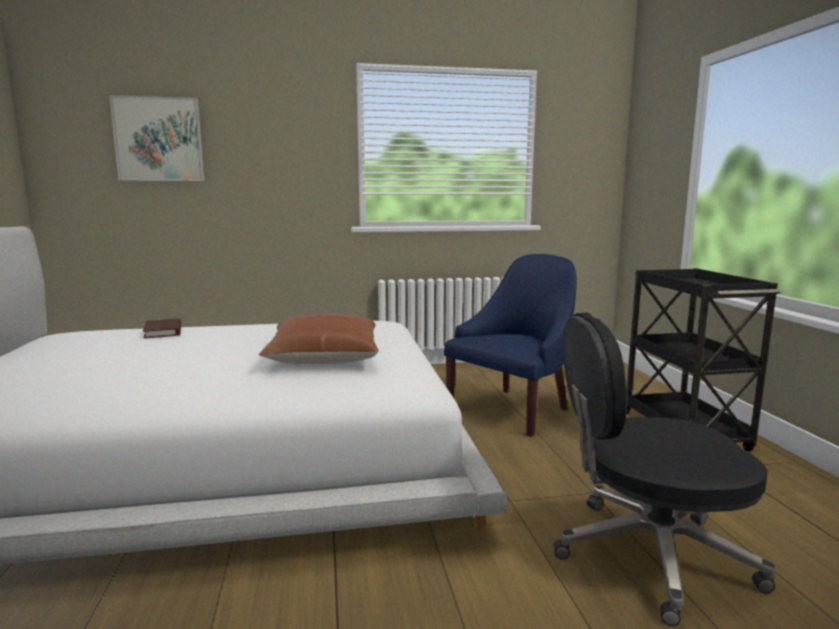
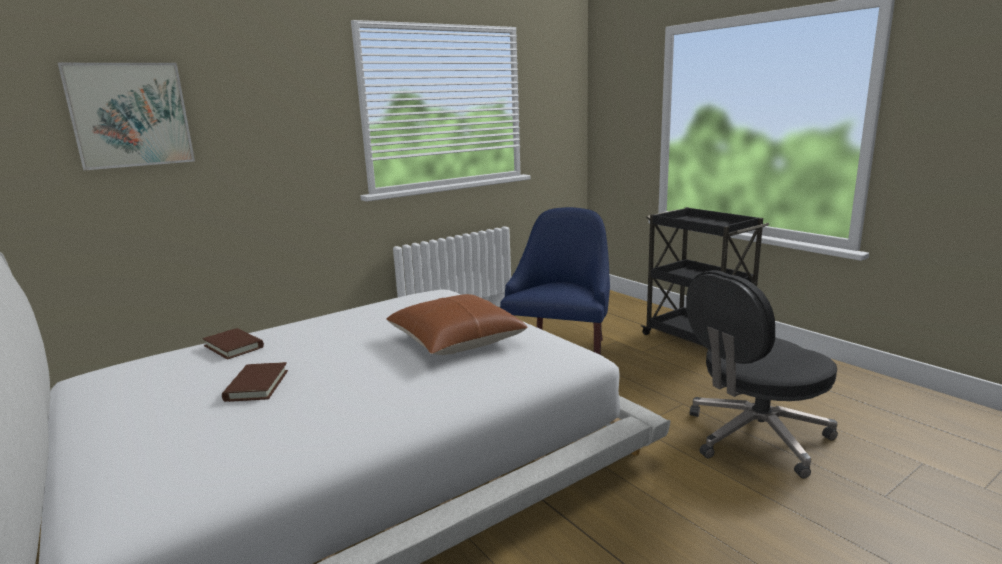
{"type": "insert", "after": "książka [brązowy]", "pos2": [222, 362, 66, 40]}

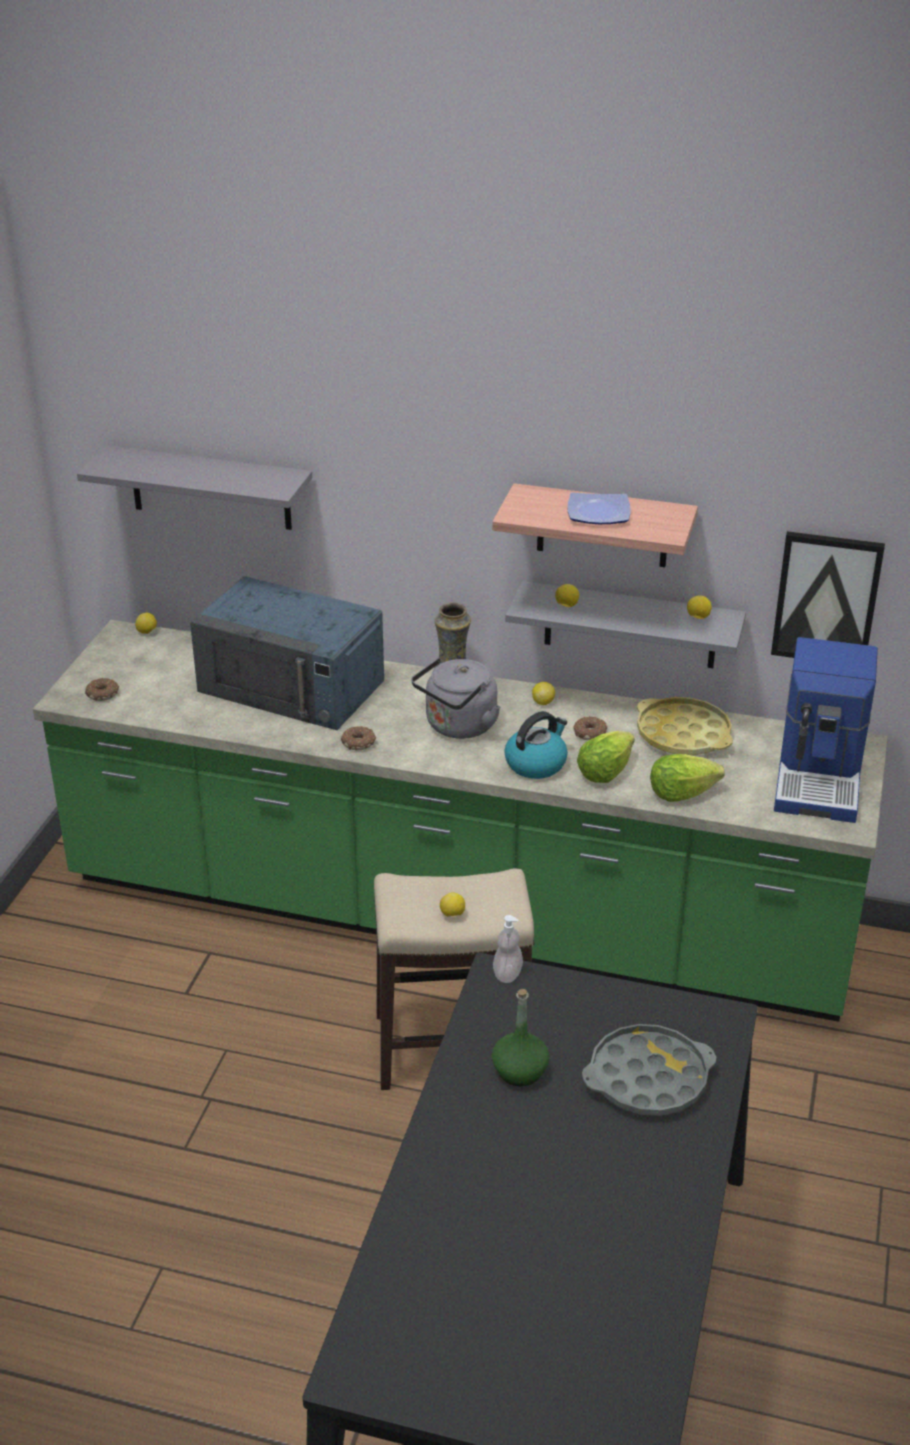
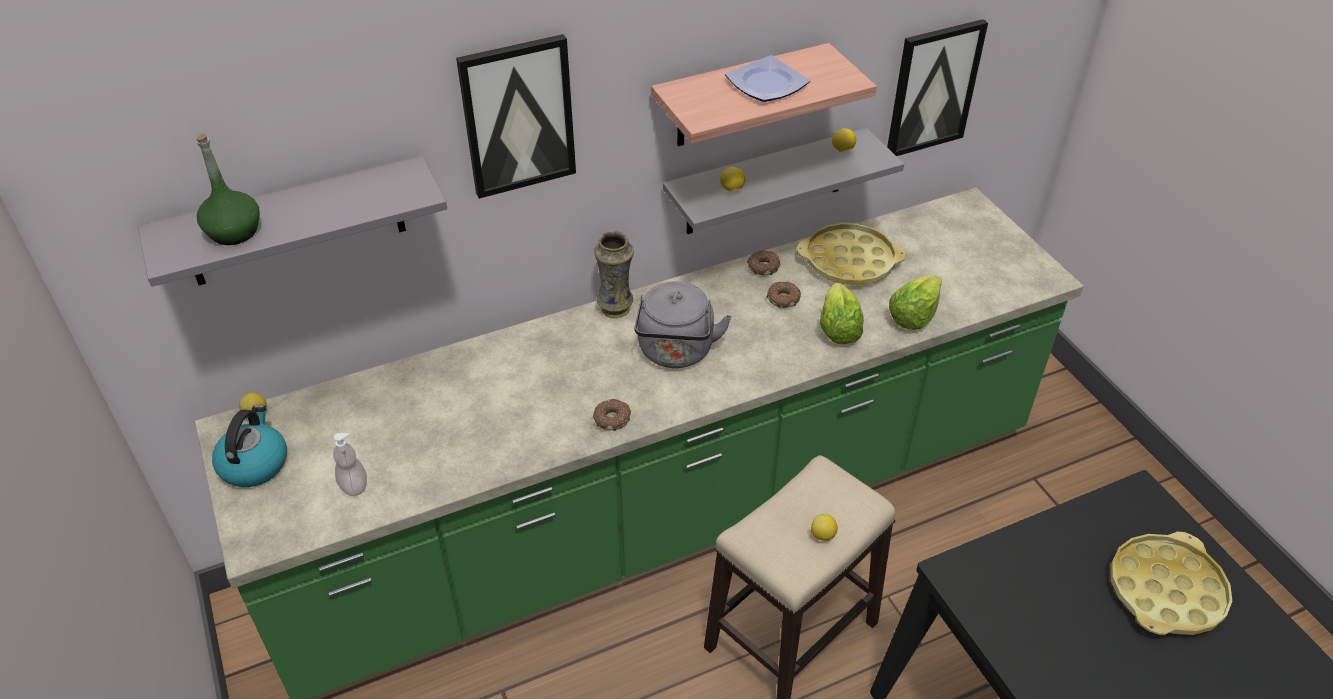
{"type": "move", "before": "donut", "pos1": [85, 678, 34, 23], "pos2": [747, 250, 33, 26]}
{"type": "delete", "before": "mikrofalówka [niebieski]", "pos1": [190, 576, 194, 154]}
{"type": "move", "before": "butelka [zielony]", "pos1": [492, 989, 57, 97], "pos2": [196, 134, 64, 111]}
{"type": "move", "before": "dozownik mydła", "pos1": [493, 915, 30, 68], "pos2": [333, 433, 34, 63]}
{"type": "move", "before": "czajnik", "pos1": [504, 711, 64, 68], "pos2": [212, 405, 75, 82]}
{"type": "delete", "before": "cytryna", "pos1": [532, 682, 23, 23]}
{"type": "recolor", "before": "taca [szary]", "after": "taca [żółty]", "pos1": [582, 1024, 134, 92], "pos2": [1110, 532, 122, 103]}
{"type": "delete", "before": "ekspres do kawy", "pos1": [774, 637, 104, 186]}
{"type": "insert", "after": "obraz", "pos2": [456, 34, 120, 165]}

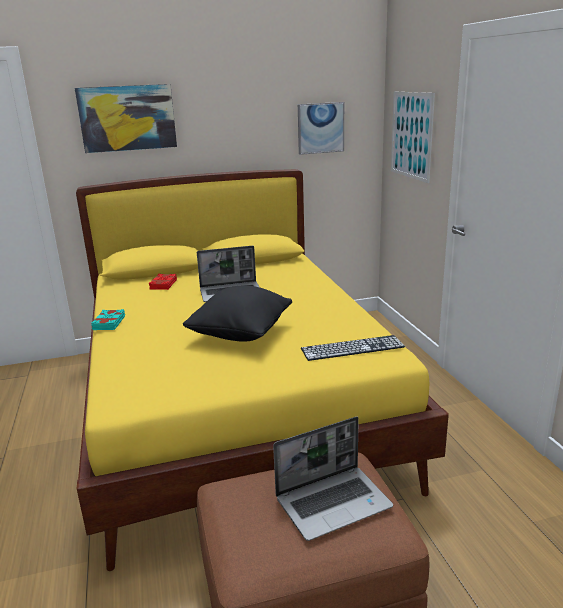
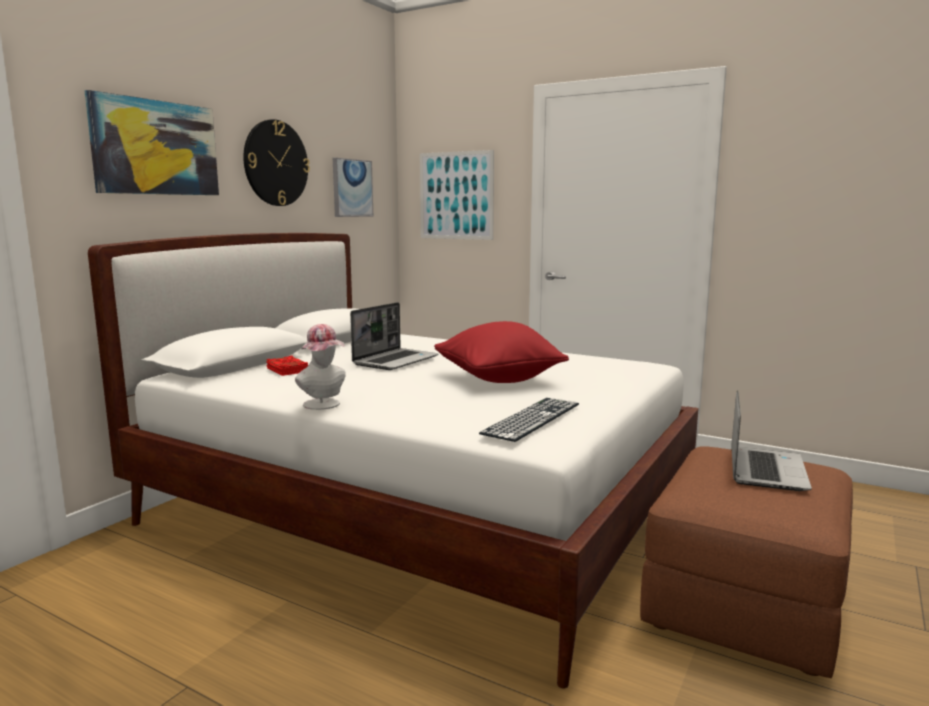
{"type": "recolor", "before": "łóżko [żółty]", "after": "łóżko [biały]", "pos1": [76, 169, 373, 402], "pos2": [88, 233, 611, 456]}
{"type": "replace", "before": "książka [turkusowy]", "after": "kapelusz", "pos1": [91, 309, 34, 21], "pos2": [295, 324, 51, 86]}
{"type": "recolor", "before": "poduszka [czarny]", "after": "poduszka [czerwony]", "pos1": [183, 286, 109, 56], "pos2": [434, 321, 135, 62]}
{"type": "move", "before": "klawiatura", "pos1": [301, 335, 104, 26], "pos2": [479, 398, 100, 44]}
{"type": "insert", "after": "zegar ścienny", "pos2": [243, 119, 67, 87]}

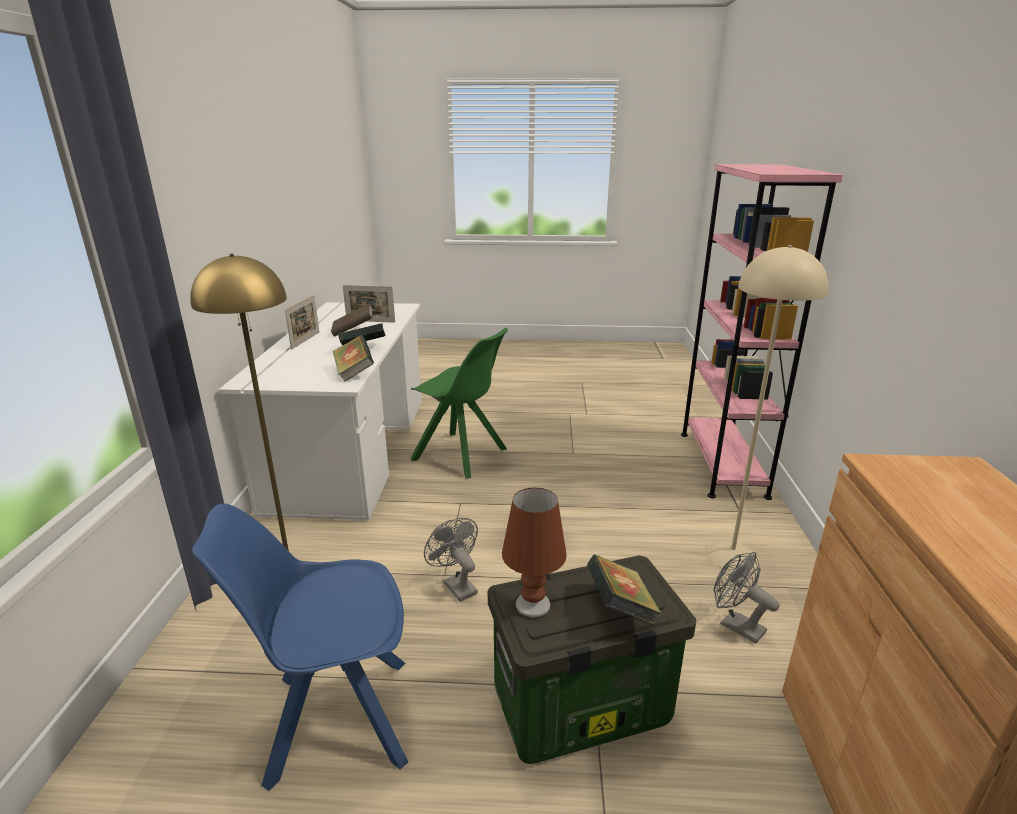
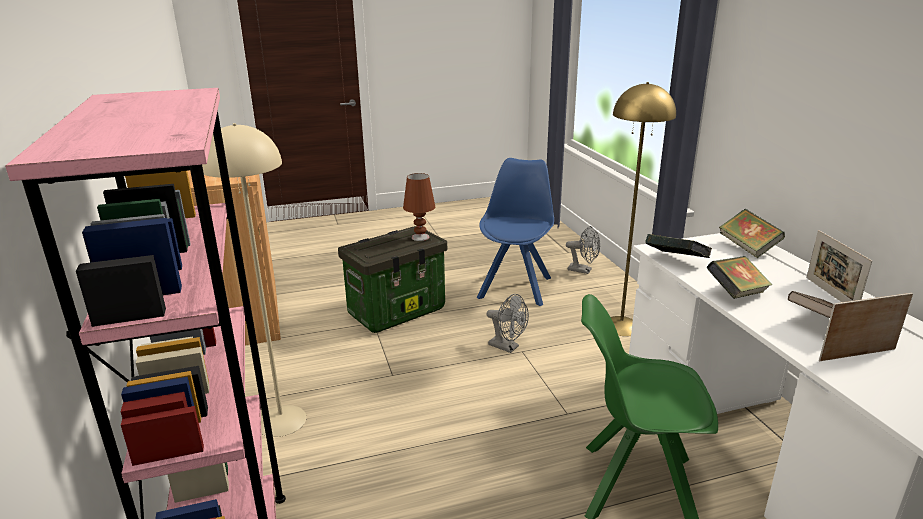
{"type": "rotate", "before": "krzesło [niebieski]", "pos1": [192, 504, 216, 287], "pos2": [477, 158, 77, 148], "turn": -45}
{"type": "move", "before": "książka", "pos1": [587, 554, 75, 72], "pos2": [719, 209, 66, 49]}
{"type": "move", "before": "wentylator [szary]", "pos1": [713, 552, 66, 92], "pos2": [566, 226, 34, 48]}

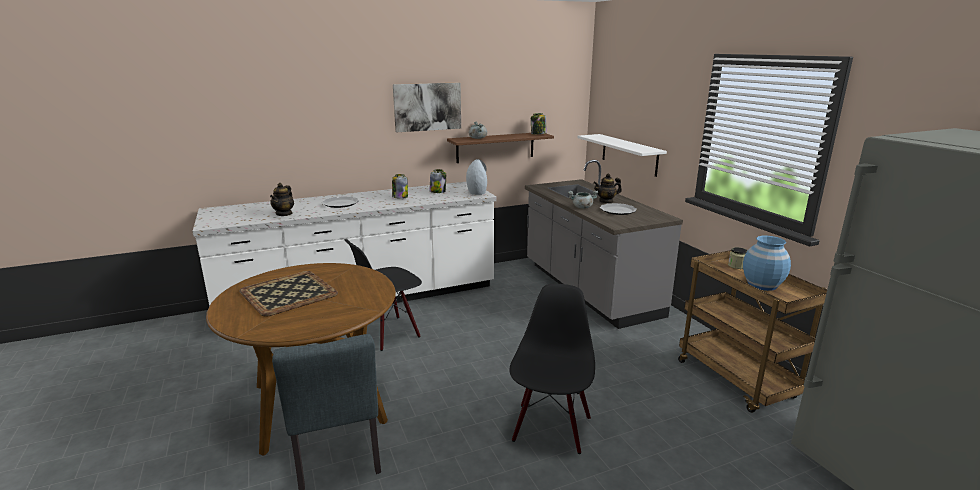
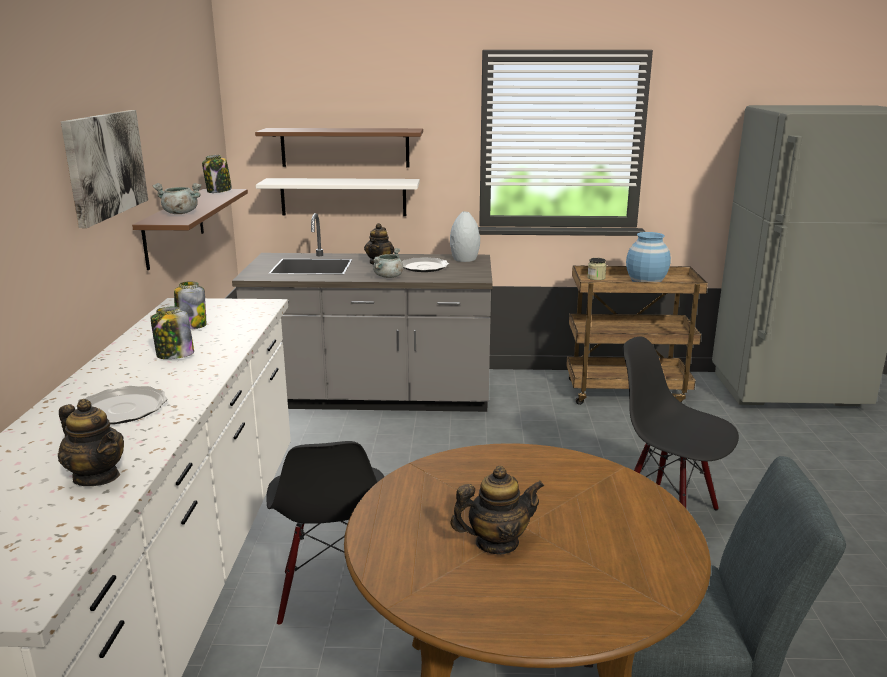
{"type": "replace", "before": "taca", "after": "imbryk", "pos1": [239, 271, 99, 46], "pos2": [450, 466, 94, 89]}
{"type": "move", "before": "wazon [szary]", "pos1": [466, 159, 21, 36], "pos2": [450, 211, 30, 51]}
{"type": "insert", "after": "półka [brązowy]", "pos2": [255, 128, 168, 39]}

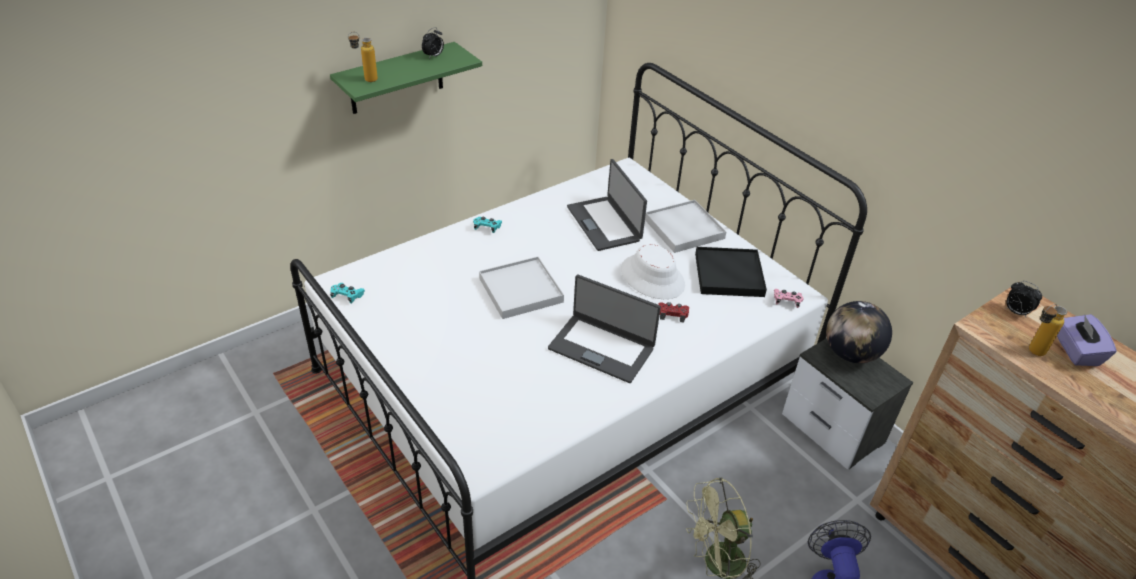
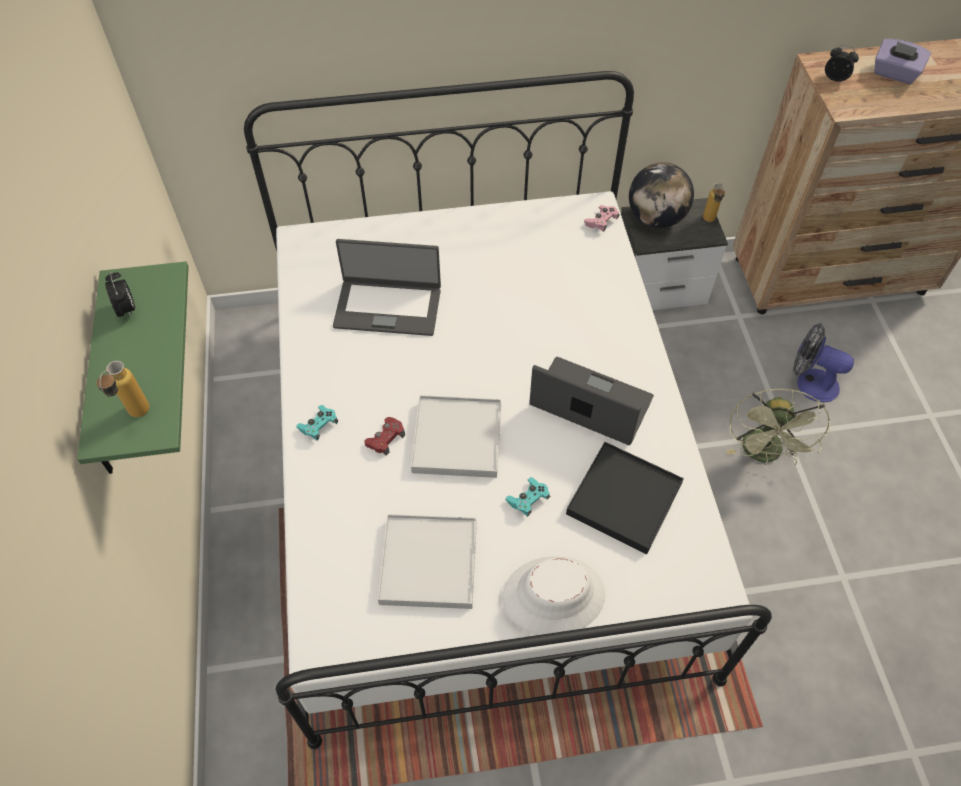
{"type": "move", "before": "pad do gier [turkusowy]", "pos1": [330, 283, 35, 20], "pos2": [506, 477, 44, 40]}
{"type": "rotate", "before": "laptop", "pos1": [548, 275, 113, 108], "pos2": [529, 357, 125, 88], "turn": -120}
{"type": "move", "before": "kapelusz [biały]", "pos1": [621, 244, 64, 55], "pos2": [502, 556, 103, 79]}
{"type": "move", "before": "taca [biały]", "pos1": [645, 200, 82, 53], "pos2": [378, 514, 99, 95]}
{"type": "move", "before": "pad do gier [czerwony]", "pos1": [658, 302, 31, 20], "pos2": [364, 417, 41, 39]}
{"type": "move", "before": "taca [czarny]", "pos1": [695, 247, 72, 50], "pos2": [566, 442, 118, 112]}
{"type": "rotate", "before": "budzik", "pos1": [1006, 281, 36, 36], "pos2": [825, 45, 34, 37], "turn": -135}
{"type": "move", "before": "butelka", "pos1": [1029, 304, 38, 52], "pos2": [703, 183, 22, 39]}

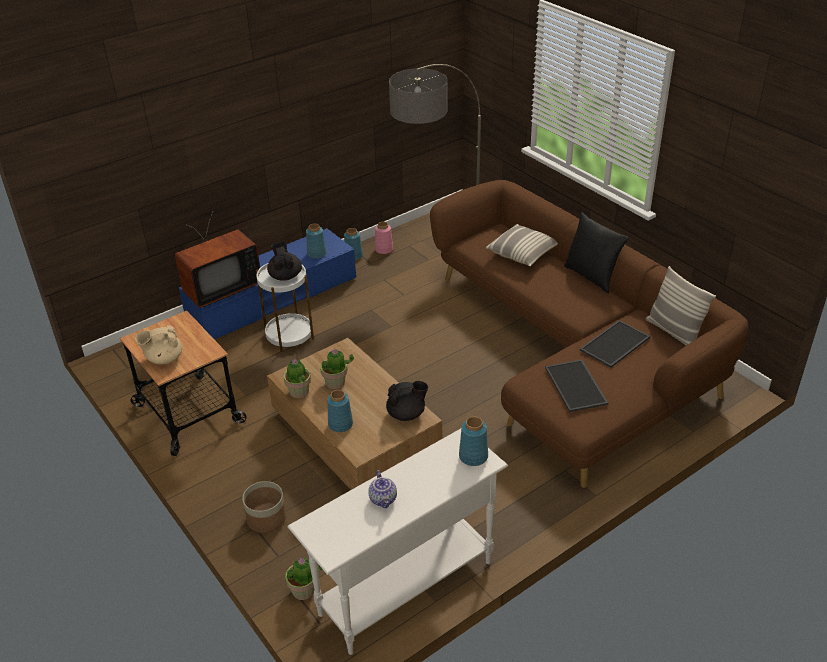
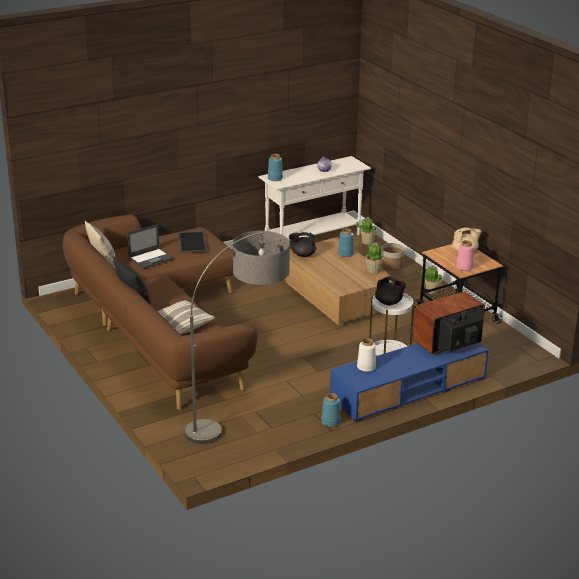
{"type": "rotate", "before": "imbryk [czarny]", "pos1": [267, 241, 35, 40], "pos2": [375, 276, 31, 29], "turn": -45}
{"type": "recolor", "before": "wazon [niebieski]", "after": "wazon [biały]", "pos1": [306, 223, 21, 35], "pos2": [357, 338, 19, 34]}
{"type": "move", "before": "roślina doniczkowa", "pos1": [320, 349, 34, 40], "pos2": [420, 265, 23, 30]}
{"type": "move", "before": "wazon [różowy]", "pos1": [375, 222, 18, 32], "pos2": [456, 240, 18, 31]}
{"type": "replace", "before": "taca", "after": "laptop", "pos1": [580, 320, 70, 48], "pos2": [127, 224, 47, 45]}

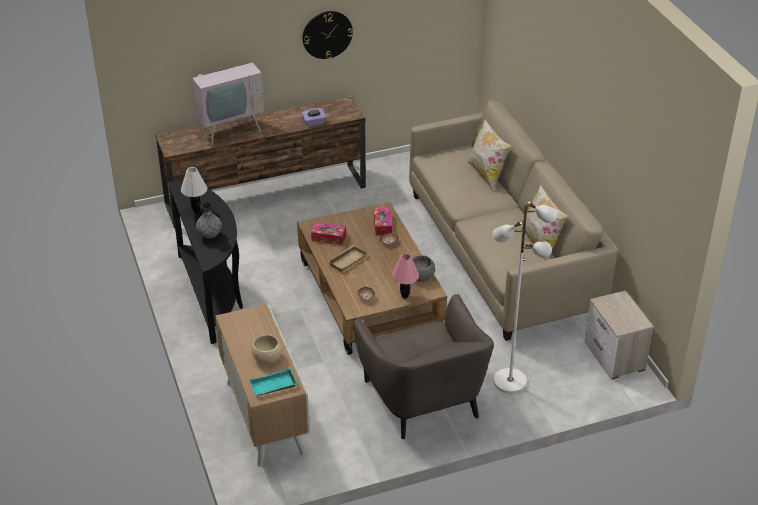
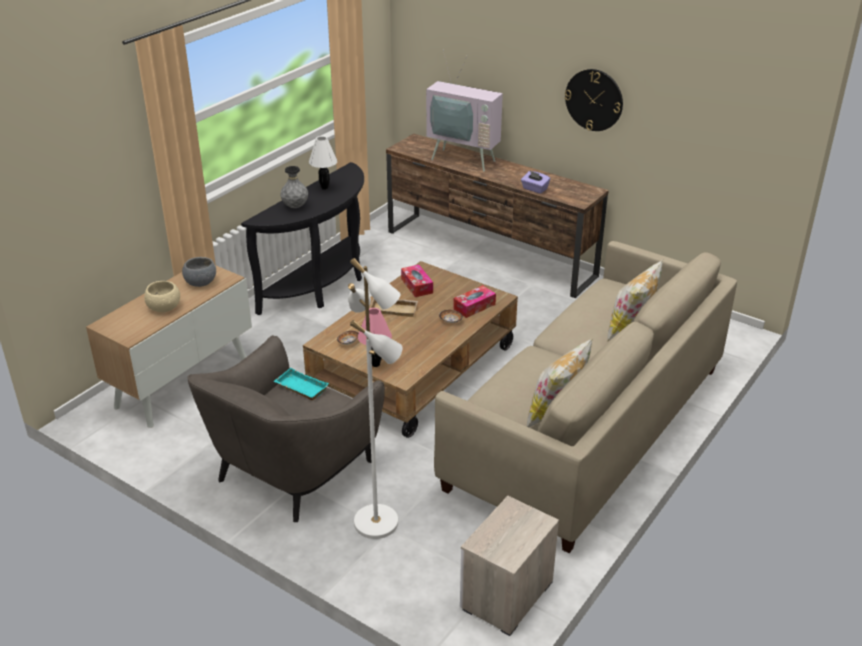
{"type": "move", "before": "taca [turkusowy]", "pos1": [249, 368, 49, 28], "pos2": [274, 368, 55, 32]}
{"type": "move", "before": "miska [szary]", "pos1": [412, 255, 23, 26], "pos2": [182, 257, 34, 30]}

